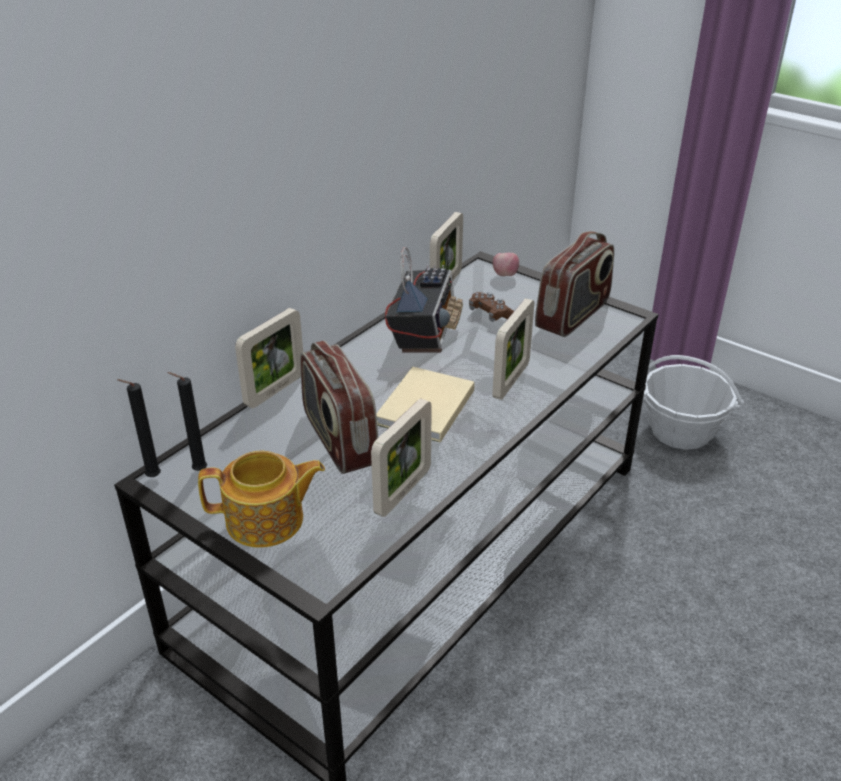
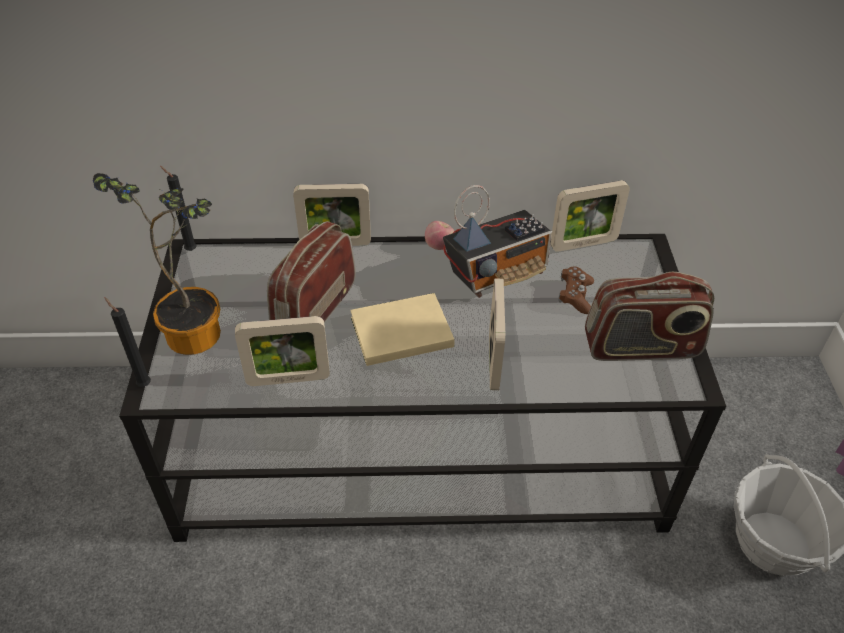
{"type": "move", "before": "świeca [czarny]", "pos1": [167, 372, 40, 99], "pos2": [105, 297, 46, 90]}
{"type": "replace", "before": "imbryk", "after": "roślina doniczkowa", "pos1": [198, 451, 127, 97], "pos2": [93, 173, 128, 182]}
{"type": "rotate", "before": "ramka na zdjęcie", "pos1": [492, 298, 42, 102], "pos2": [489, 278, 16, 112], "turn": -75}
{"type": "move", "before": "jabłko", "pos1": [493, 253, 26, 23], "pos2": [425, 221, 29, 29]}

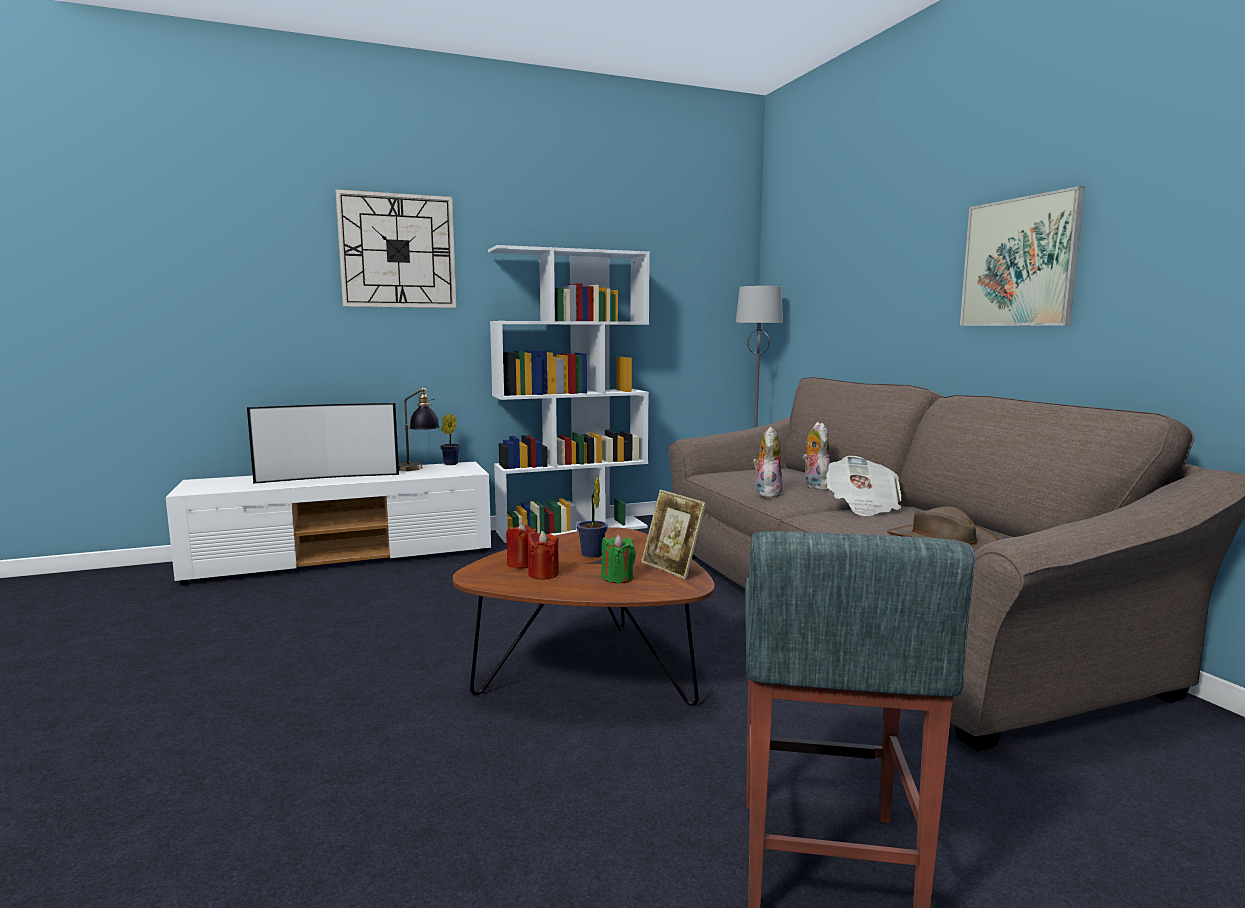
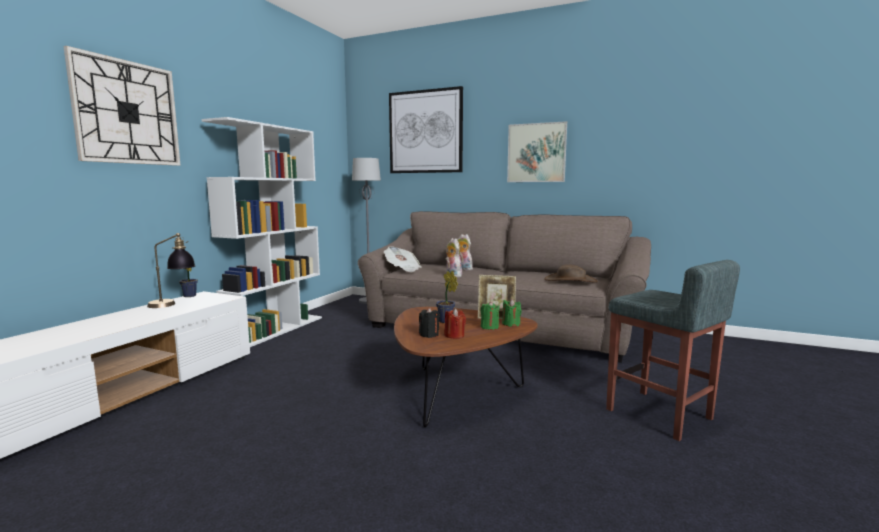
{"type": "delete", "before": "telewizor", "pos1": [247, 403, 152, 81]}
{"type": "recolor", "before": "świeca [czerwony]", "after": "świeca [czarny]", "pos1": [506, 522, 31, 47], "pos2": [419, 308, 21, 30]}
{"type": "move", "before": "gazeta", "pos1": [825, 456, 77, 60], "pos2": [384, 246, 38, 26]}
{"type": "insert", "after": "obraz", "pos2": [389, 86, 74, 87]}
{"type": "insert", "after": "świeca [zielony]", "pos2": [502, 299, 20, 28]}

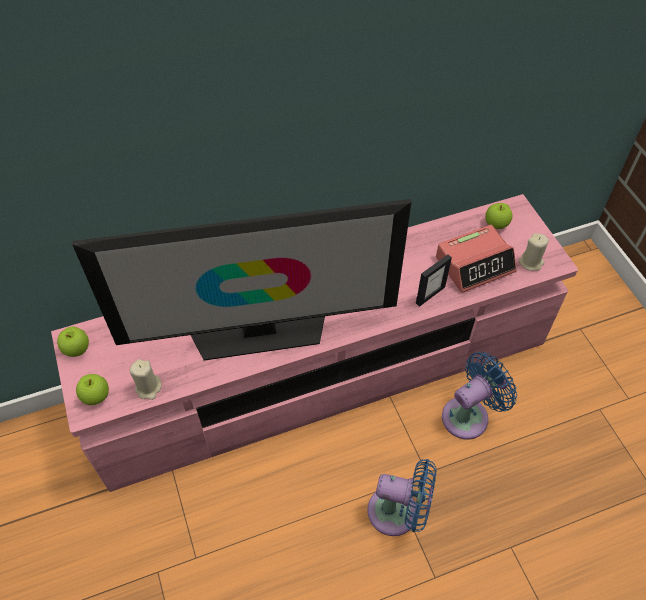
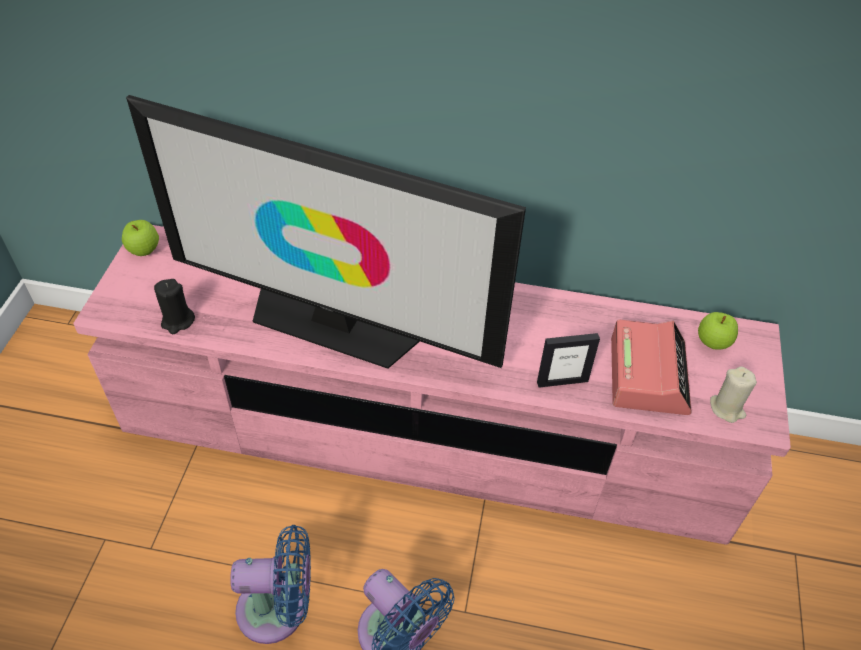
{"type": "delete", "before": "jabłko", "pos1": [76, 374, 33, 31]}
{"type": "recolor", "before": "świeca [beżowy]", "after": "świeca [czarny]", "pos1": [130, 359, 31, 41], "pos2": [154, 279, 41, 55]}
{"type": "rotate", "before": "budzik", "pos1": [436, 225, 81, 68], "pos2": [611, 320, 81, 95], "turn": -90}
{"type": "move", "before": "wentylator [niebieski]", "pos1": [442, 352, 75, 88], "pos2": [230, 525, 81, 119]}

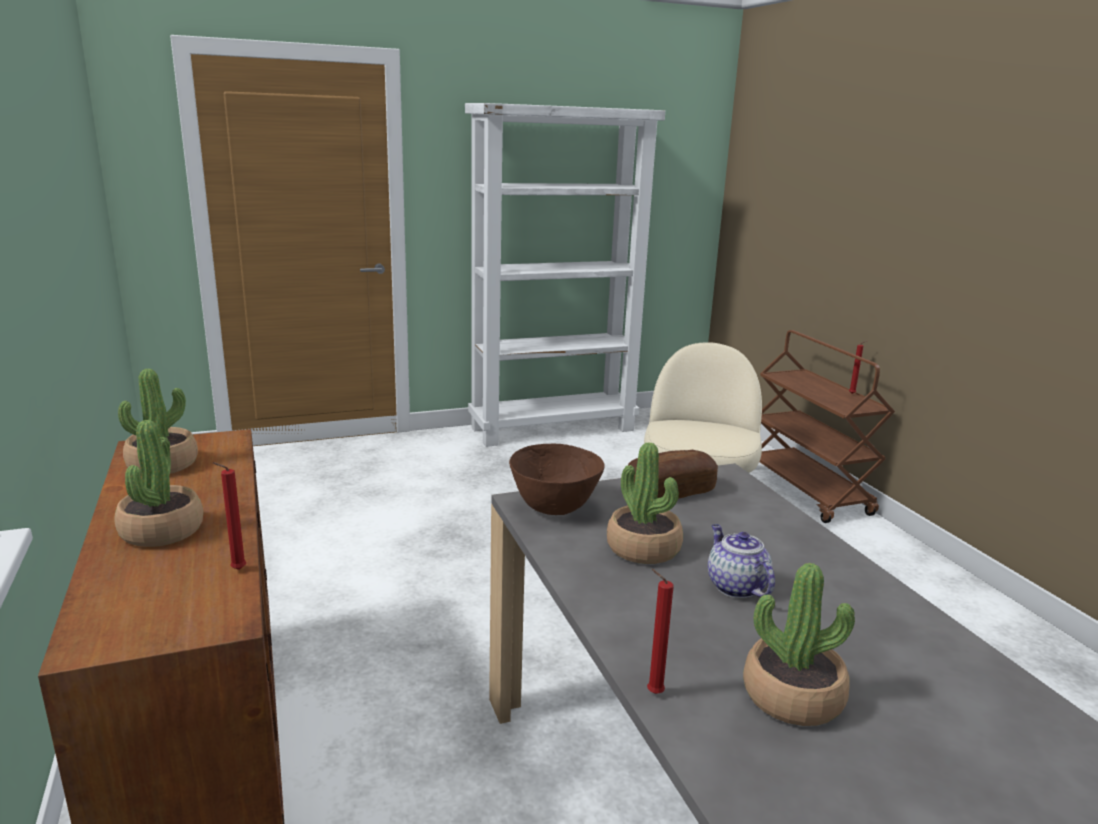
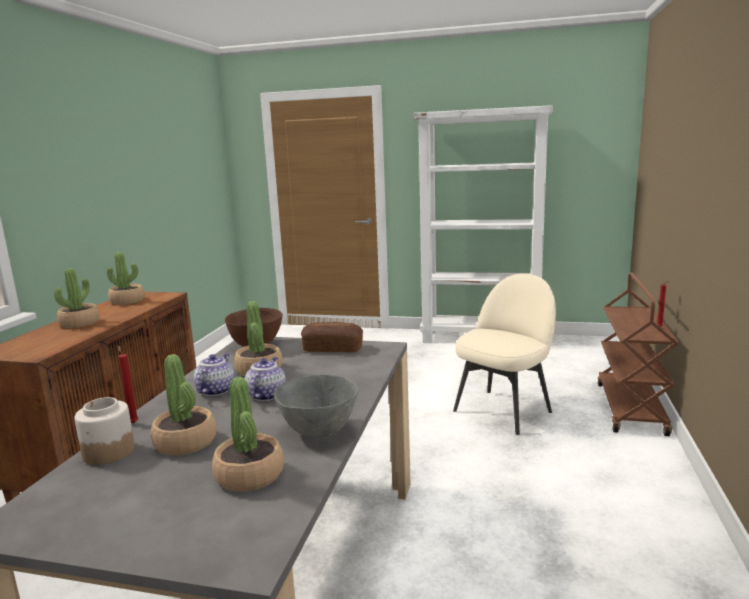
{"type": "delete", "before": "świeca [czerwony]", "pos1": [213, 462, 33, 108]}
{"type": "insert", "after": "słoik", "pos2": [74, 397, 61, 68]}
{"type": "insert", "after": "imbryk", "pos2": [194, 353, 40, 43]}
{"type": "insert", "after": "roślina doniczkowa", "pos2": [212, 377, 72, 115]}
{"type": "insert", "after": "miska [szary]", "pos2": [274, 375, 84, 62]}

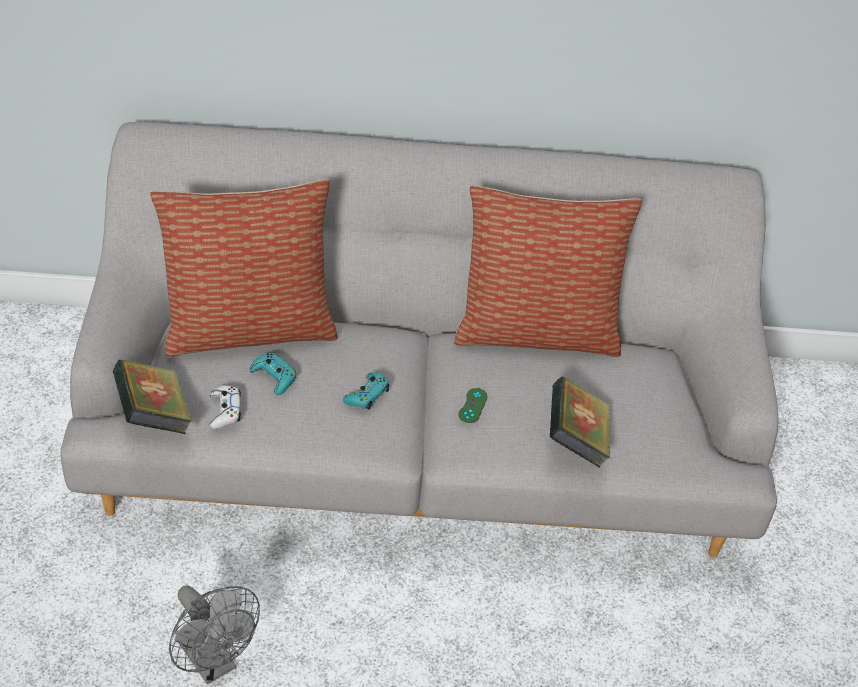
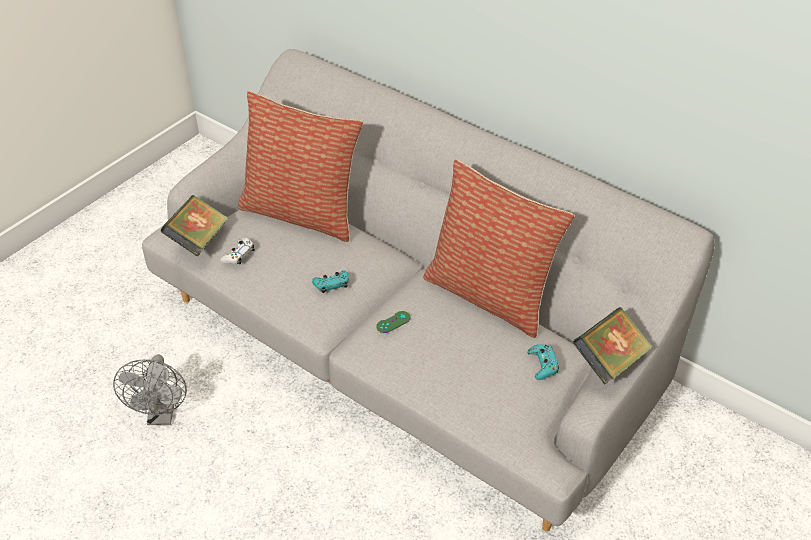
{"type": "move", "before": "pad do gier [turkusowy]", "pos1": [250, 353, 46, 42], "pos2": [527, 344, 32, 36]}
{"type": "move", "before": "książka", "pos1": [549, 376, 61, 92], "pos2": [573, 307, 80, 78]}

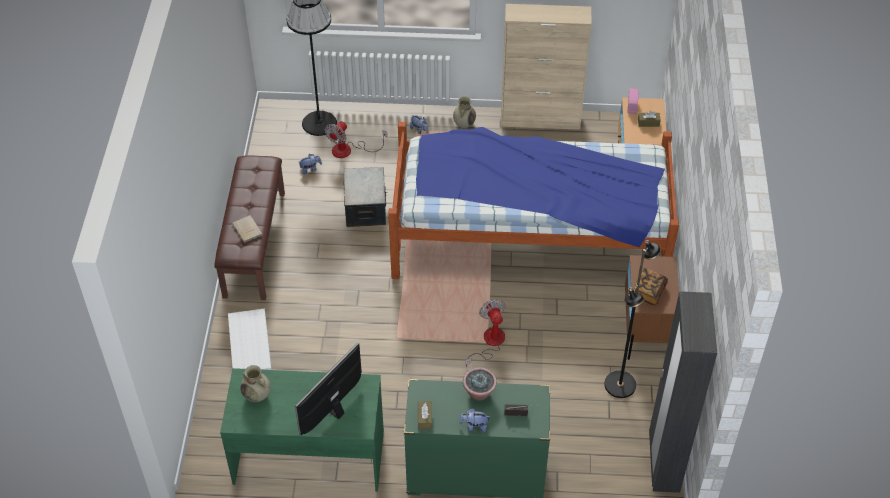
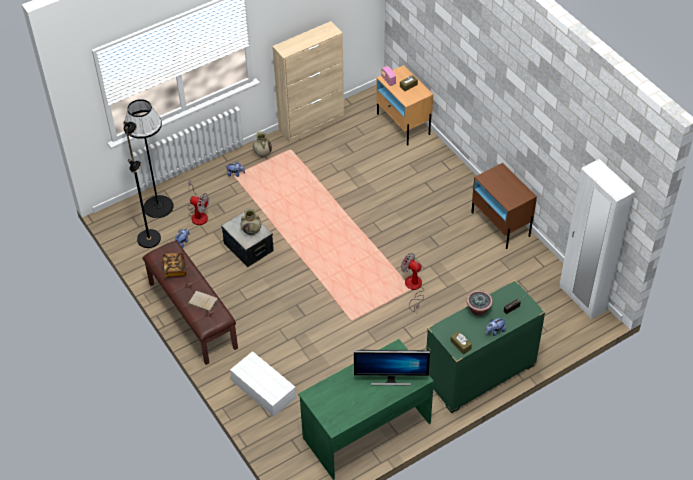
{"type": "move", "before": "wazon [beżowy]", "pos1": [240, 365, 31, 37], "pos2": [241, 208, 20, 27]}
{"type": "rotate", "before": "monitor", "pos1": [295, 343, 67, 92], "pos2": [354, 350, 76, 36], "turn": -90}
{"type": "rotate", "before": "wentylator", "pos1": [325, 121, 62, 37], "pos2": [188, 181, 21, 44], "turn": -60}
{"type": "delete", "before": "łóżko", "pos1": [388, 122, 291, 157]}
{"type": "move", "before": "lampa stojąca [czarny]", "pos1": [604, 240, 57, 158], "pos2": [123, 121, 38, 127]}
{"type": "move", "before": "książka", "pos1": [633, 268, 35, 38], "pos2": [163, 253, 23, 25]}
{"type": "recolor", "before": "szafa [czarny]", "after": "szafa [biały]", "pos1": [649, 292, 68, 201], "pos2": [560, 159, 75, 160]}

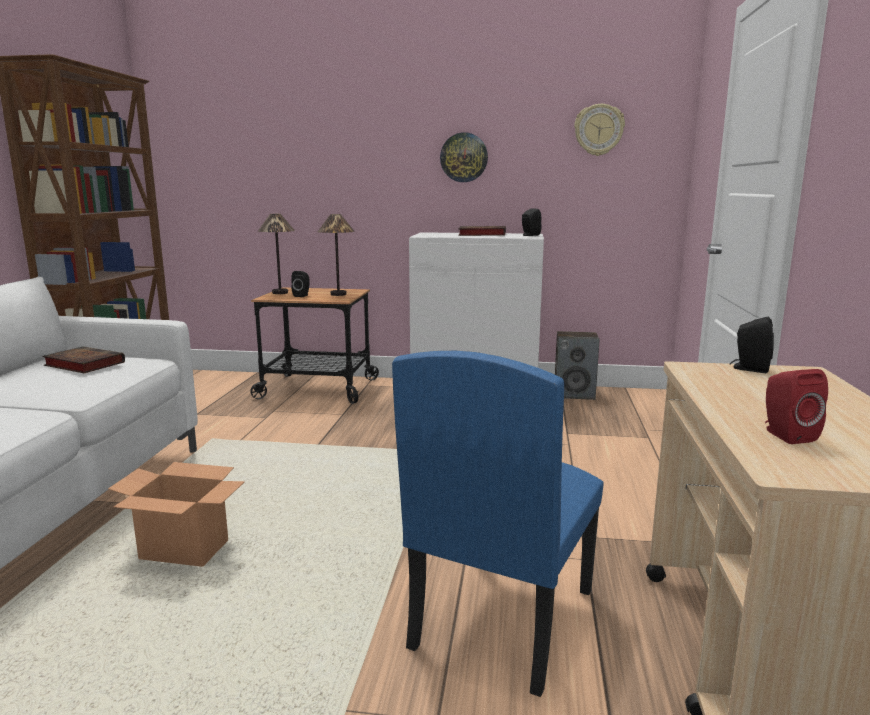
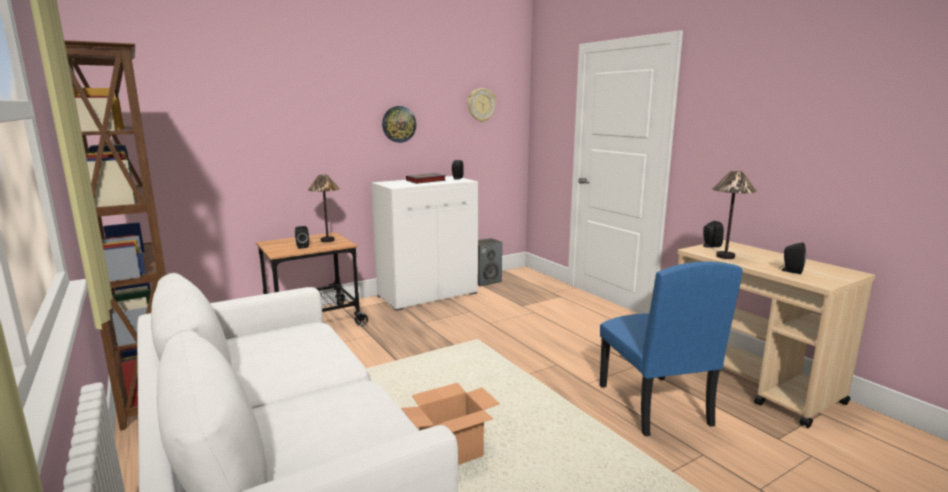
{"type": "delete", "before": "książka", "pos1": [42, 346, 83, 27]}
{"type": "move", "before": "lampa stołowa", "pos1": [258, 214, 37, 80], "pos2": [712, 171, 45, 88]}
{"type": "recolor", "before": "głośnik [czerwony]", "after": "głośnik [czarny]", "pos1": [765, 369, 63, 75], "pos2": [779, 242, 27, 32]}

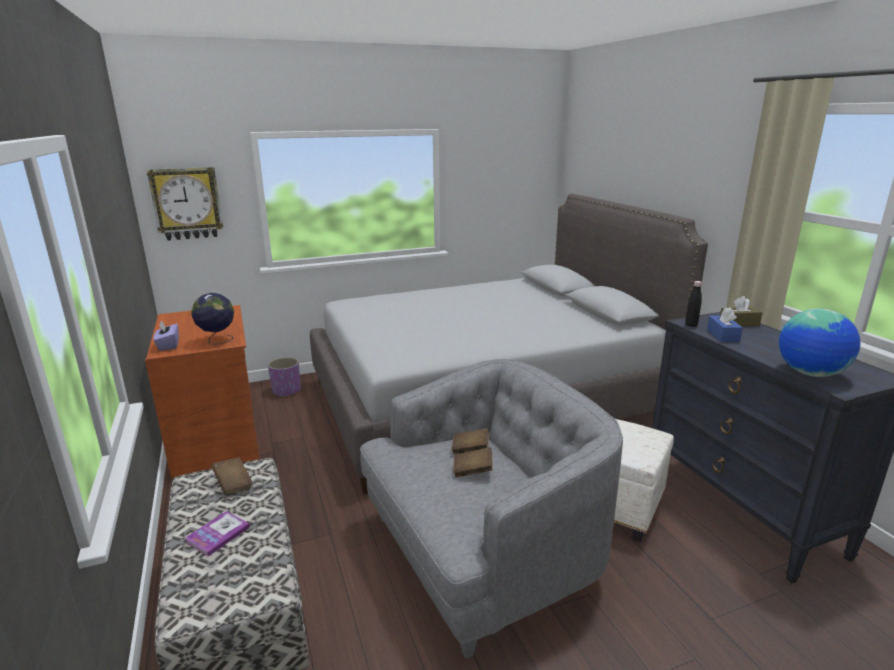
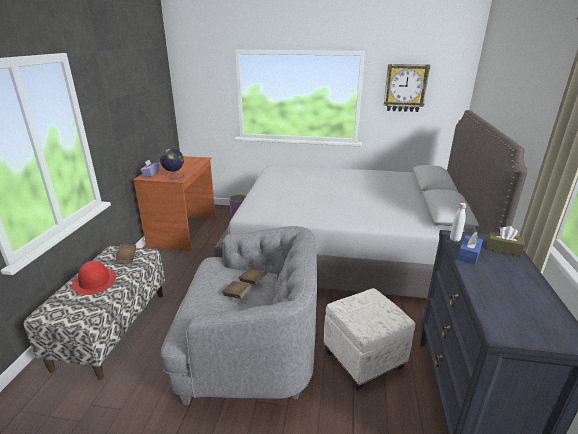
{"type": "move", "before": "zegar ścienny", "pos1": [147, 167, 76, 74], "pos2": [384, 64, 46, 48]}
{"type": "replace", "before": "książka", "after": "kapelusz [czerwony]", "pos1": [185, 511, 65, 46], "pos2": [72, 261, 44, 34]}
{"type": "recolor", "before": "butelka [czarny]", "after": "butelka [biały]", "pos1": [685, 281, 17, 46], "pos2": [450, 203, 16, 39]}
{"type": "delete", "before": "globus", "pos1": [779, 308, 82, 69]}

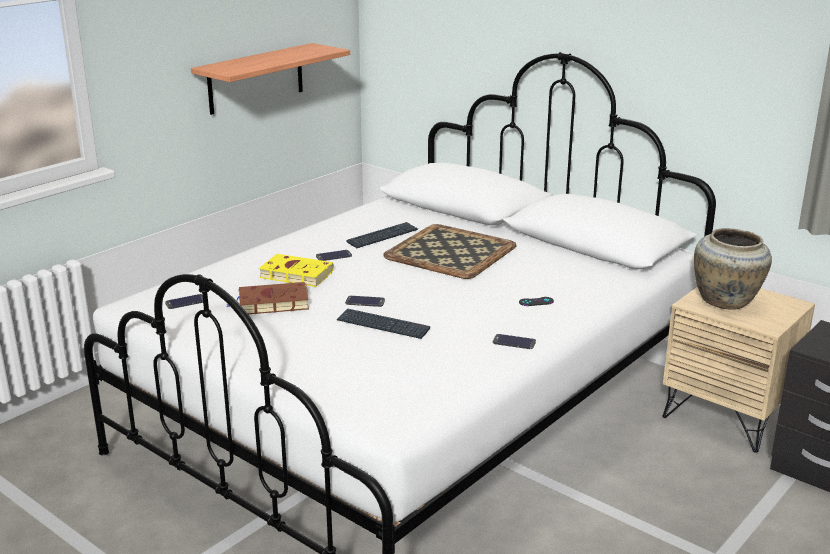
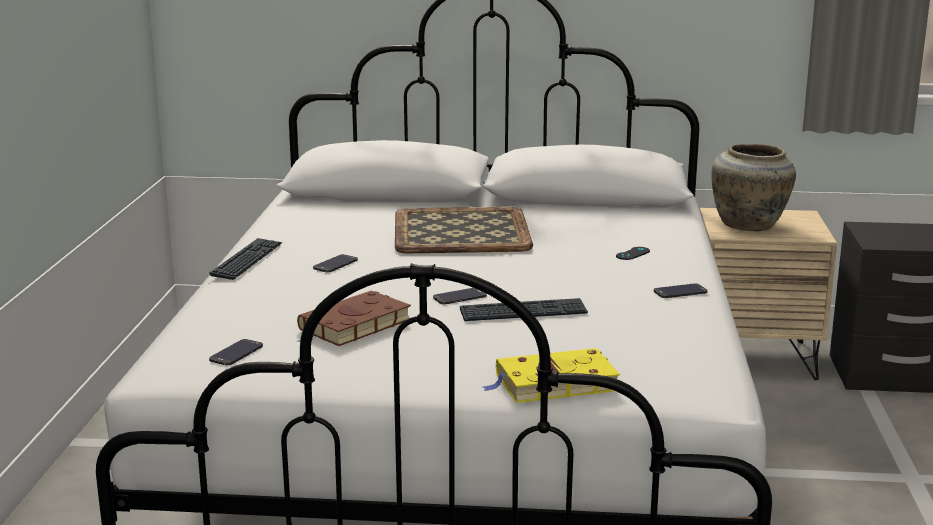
{"type": "delete", "before": "półka", "pos1": [191, 43, 159, 72]}
{"type": "move", "before": "książka [żółty]", "pos1": [258, 254, 76, 33], "pos2": [483, 348, 137, 55]}
{"type": "move", "before": "klawiatura", "pos1": [346, 222, 72, 26], "pos2": [209, 238, 73, 42]}

